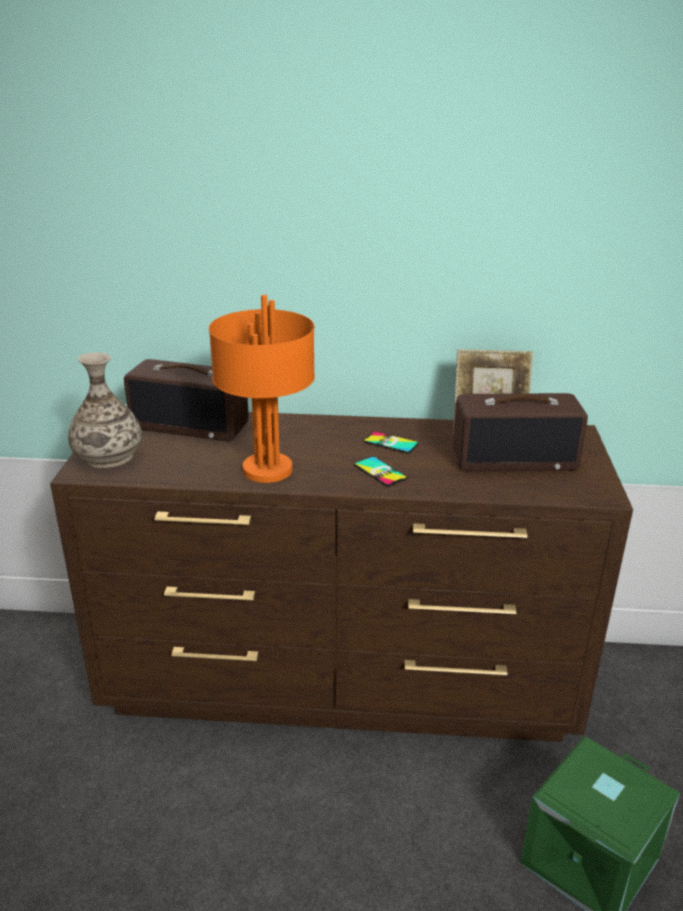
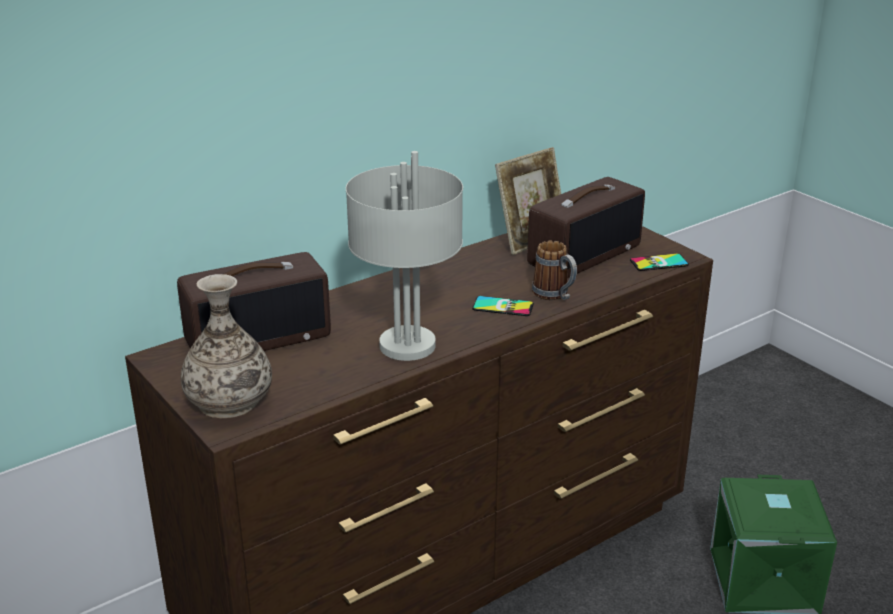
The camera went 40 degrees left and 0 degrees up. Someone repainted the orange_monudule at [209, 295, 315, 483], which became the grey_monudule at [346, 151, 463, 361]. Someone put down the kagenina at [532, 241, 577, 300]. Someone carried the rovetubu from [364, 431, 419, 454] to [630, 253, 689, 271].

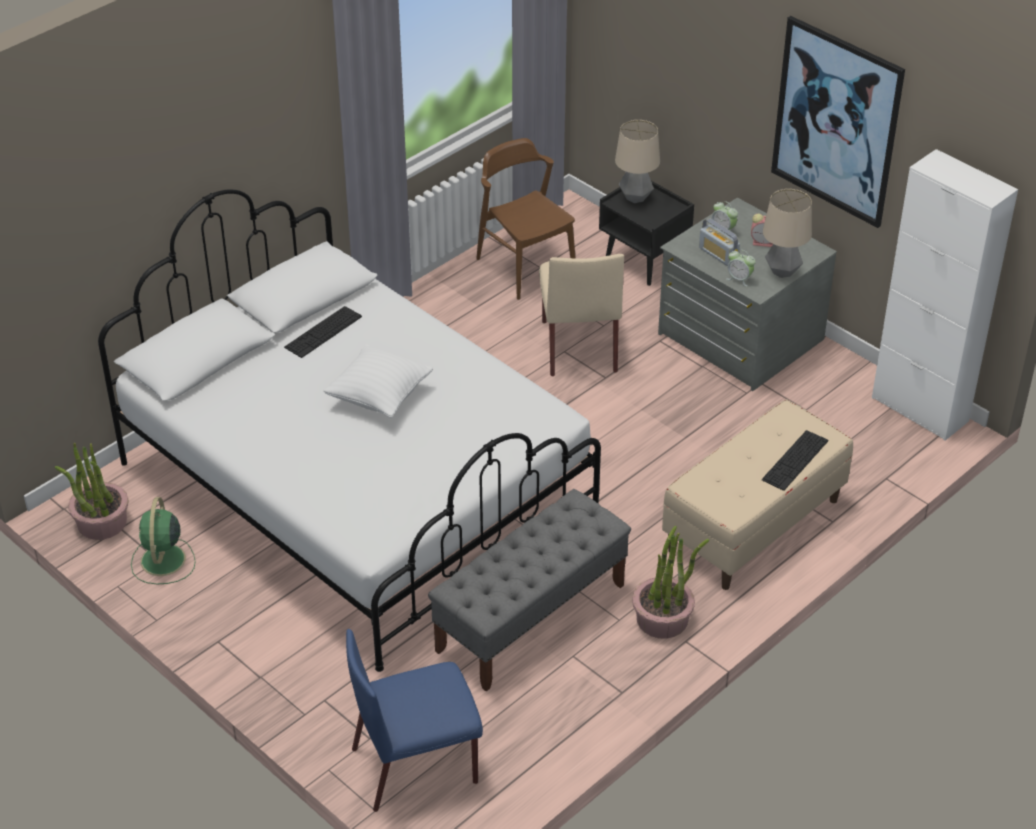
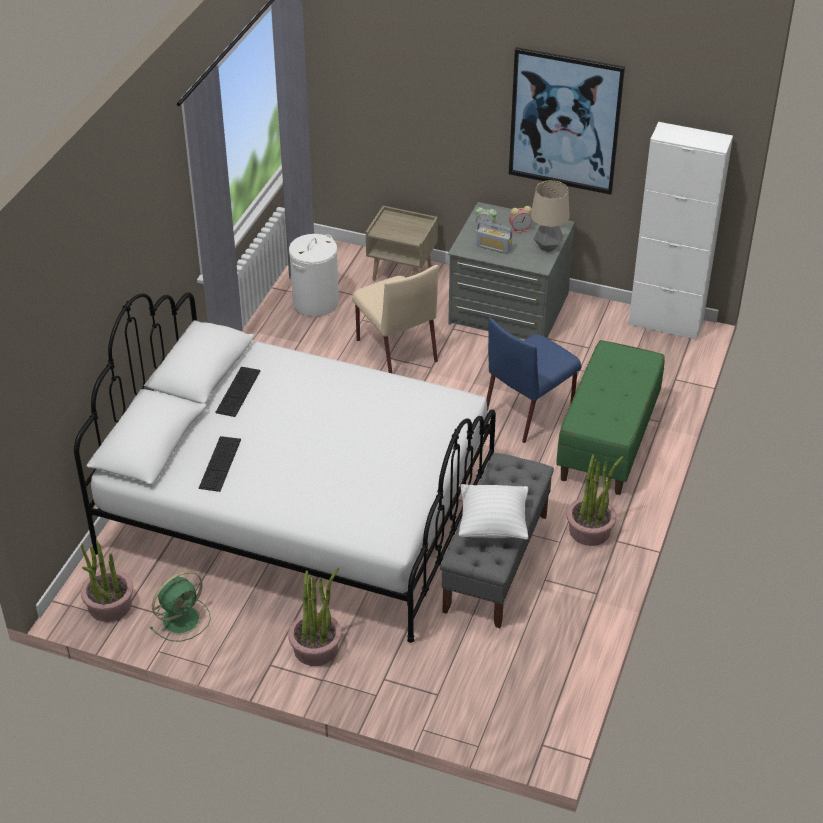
The camera went 25 degrees left and 0 degrees up. Someone rotated the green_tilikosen at [131, 497, 195, 584] by 105 degrees counterclockwise. Someone carried the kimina from [762, 430, 828, 491] to [199, 436, 241, 492]. Someone put down the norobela at [288, 568, 342, 666]. Someone swapped the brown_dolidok at [476, 138, 575, 300] for the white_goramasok at [289, 234, 339, 317]. Someone repainted the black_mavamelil at [599, 181, 694, 286], which became the beige_mavamelil at [366, 206, 438, 281]. Someone carried the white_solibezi from [324, 344, 433, 418] to [459, 484, 528, 540]. Someone carried the blue_dolidok from [346, 629, 483, 812] to [486, 318, 581, 443]. Someone repainted the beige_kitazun at [662, 400, 853, 590], which became the green_kitazun at [556, 340, 665, 495]. Someone took away the monudule at [615, 120, 660, 203]. Someone took away the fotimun at [727, 249, 756, 287].

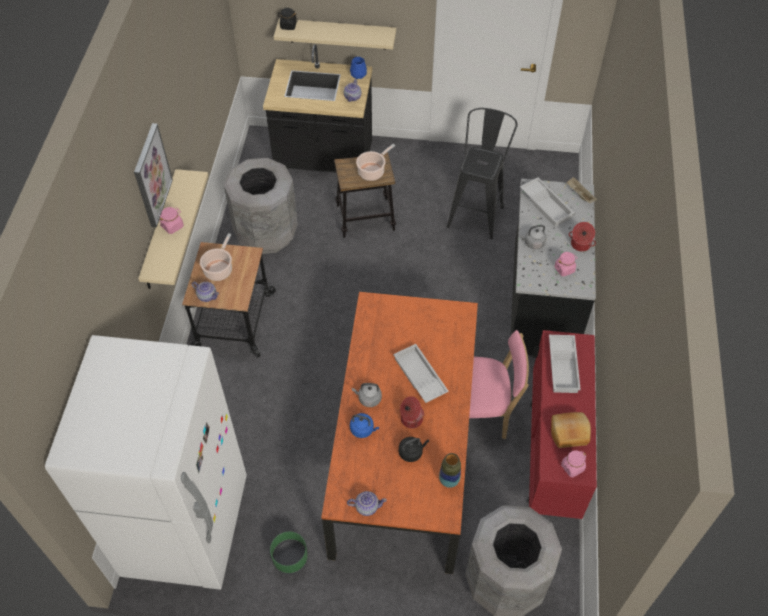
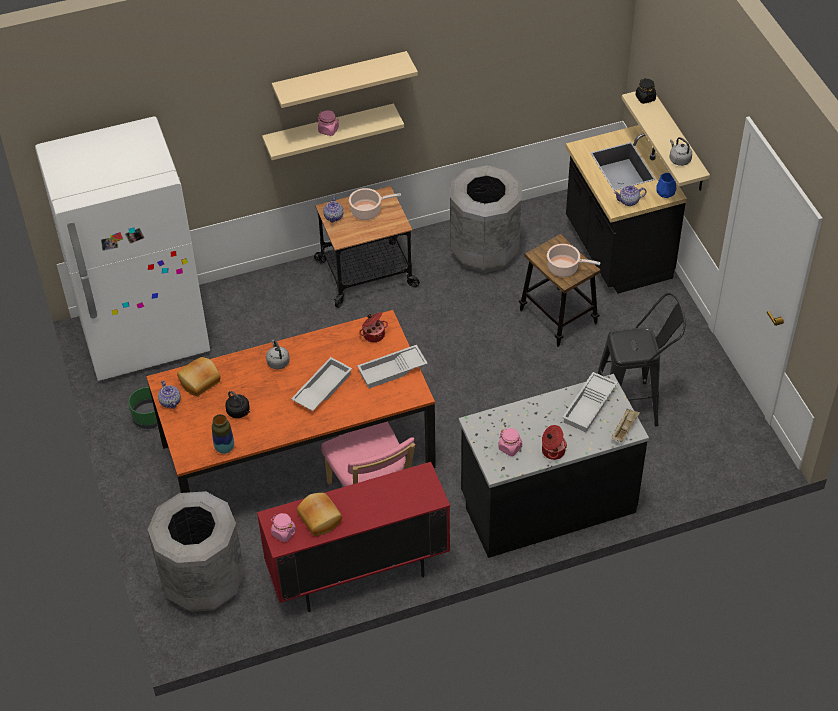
The camera went 65 degrees right and 5 degrees down. Someone put down the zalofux at [177, 357, 221, 397]. Someone swapped the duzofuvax at [134, 123, 173, 228] for the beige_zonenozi at [272, 51, 418, 108]. Someone carried the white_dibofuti from [549, 335, 581, 393] to [357, 345, 428, 389]. Someone carried the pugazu from [400, 396, 424, 429] to [359, 312, 388, 342]. Someone carried the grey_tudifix from [520, 225, 547, 249] to [670, 137, 692, 166]. Someone took away the blue_tudifix at [350, 413, 379, 438].

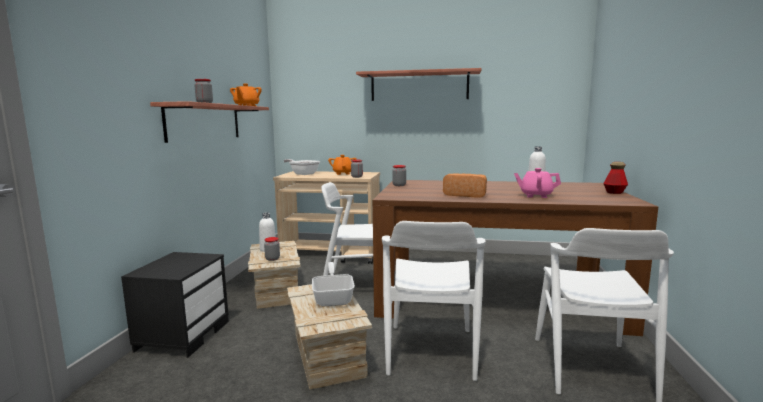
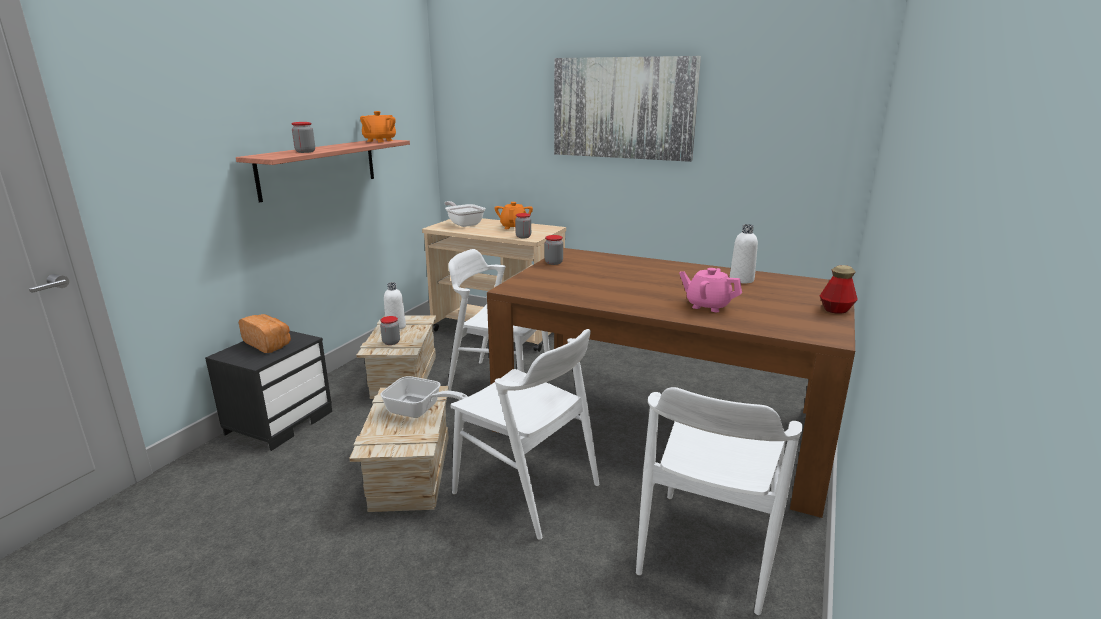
The camera went 15 degrees right and 10 degrees up. Someone carried the zalofux from [443, 173, 487, 198] to [239, 314, 291, 353]. Someone rotated the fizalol at [312, 262, 355, 306] by 105 degrees clockwise. Someone rotated the white_dolidok at [382, 221, 486, 381] by 75 degrees counterclockwise. Someone swapped the zonenozi at [356, 68, 482, 101] for the duzofuvax at [554, 56, 701, 162].

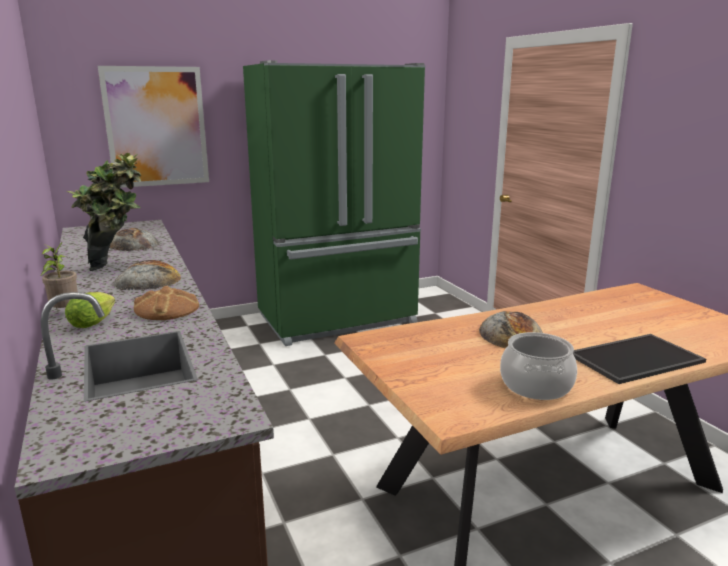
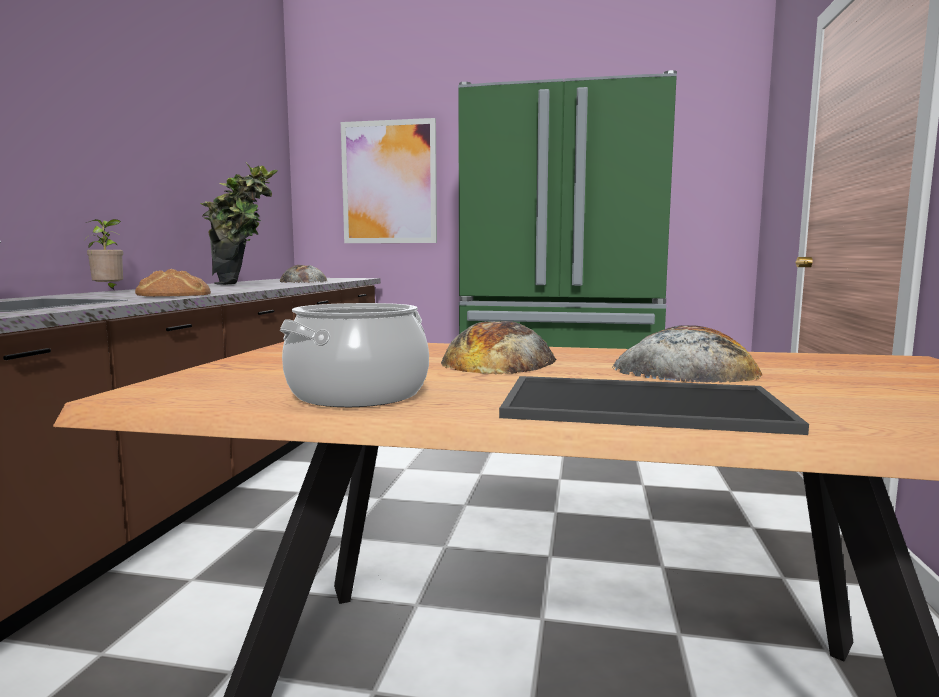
The camera went 35 degrees right and 10 degrees down. Someone carried the zalofux from [113, 260, 181, 290] to [612, 325, 762, 383]. Someone took away the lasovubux at [65, 292, 115, 328].

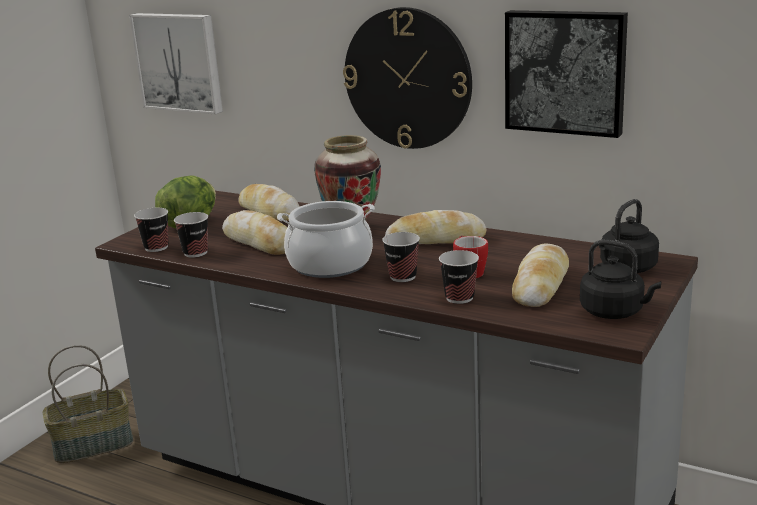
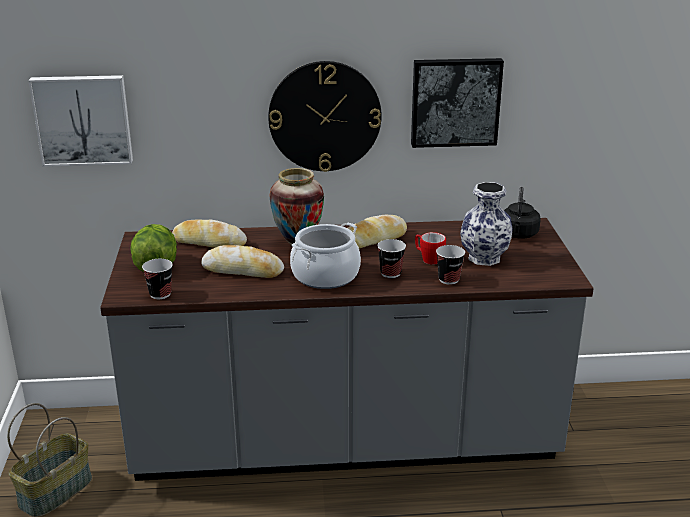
The camera went 35 degrees left and 5 degrees up. Someone swapped the zalofux at [512, 244, 569, 307] for the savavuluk at [460, 182, 513, 266]. Someone took away the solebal at [174, 212, 208, 258]. Someone took away the black_tudifix at [580, 240, 662, 319].

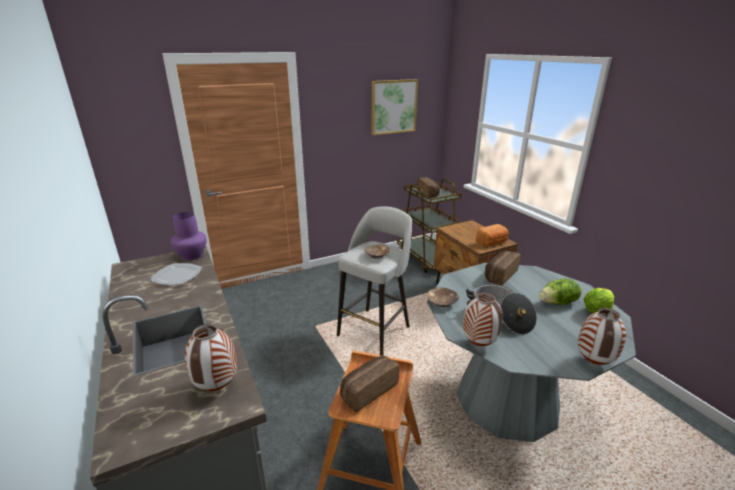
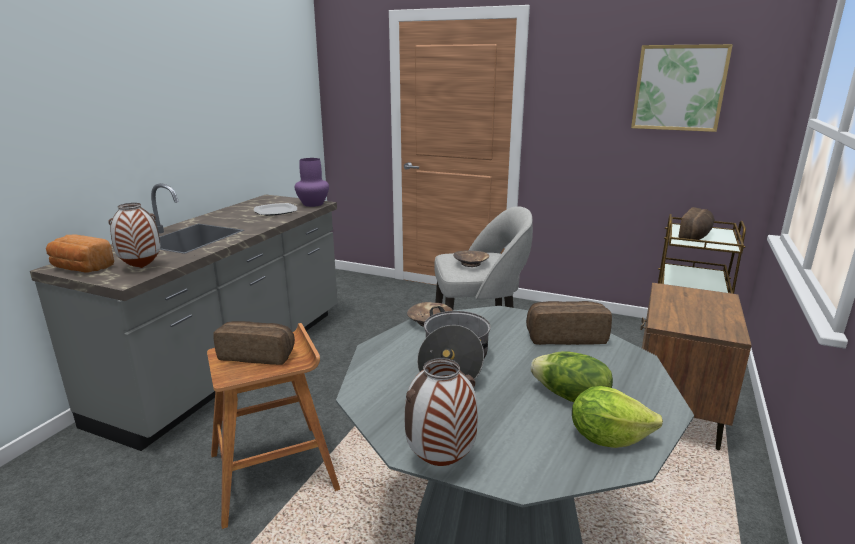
The camera went 50 degrees right and 5 degrees down. Someone carried the zalofux from [476, 224, 509, 246] to [46, 234, 114, 273]. Someone took away the savavuluk at [463, 292, 503, 346].

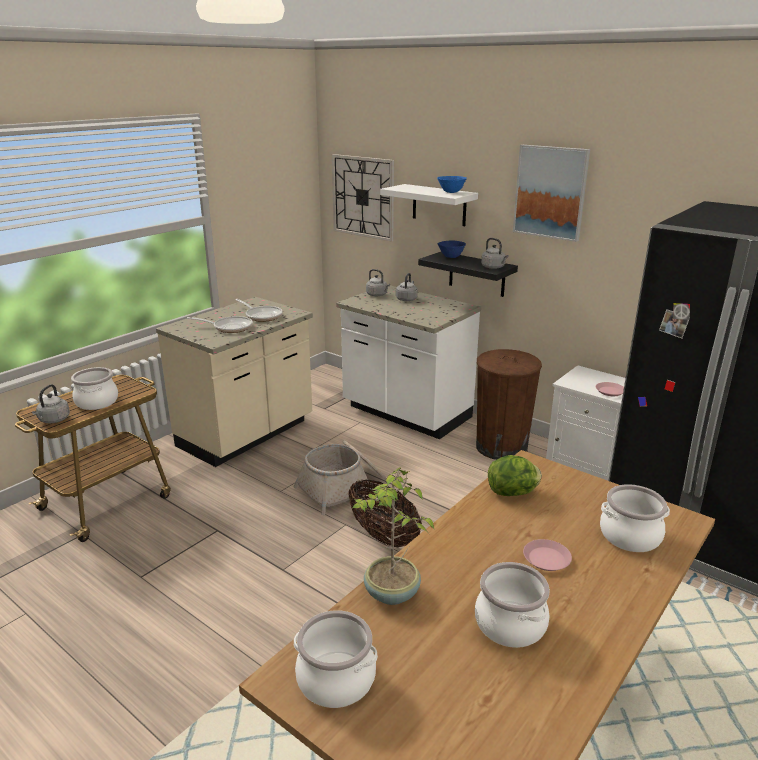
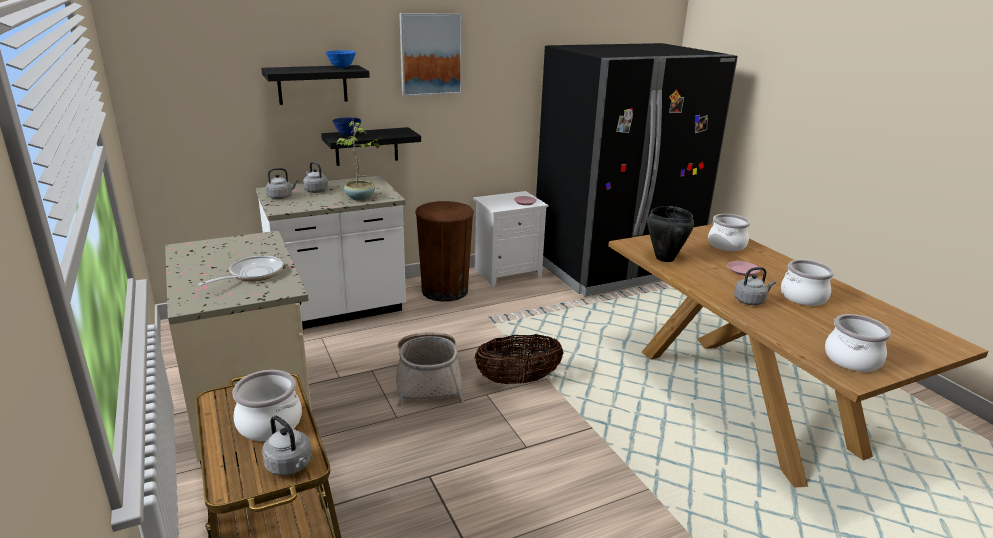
The camera went 65 degrees left and 0 degrees up. Someone repainted the white_zonenozi at [380, 184, 478, 226], which became the black_zonenozi at [261, 65, 370, 105]. Someone carried the norobela from [352, 467, 435, 605] to [337, 121, 384, 201]. Someone swapped the lasovubux at [488, 455, 542, 496] for the black_pugazu at [647, 206, 694, 262]. Someone carried the grey_tudifix from [481, 238, 509, 269] to [734, 267, 776, 305]. Someone took away the fizalol at [235, 299, 283, 322]. Someone took away the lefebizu at [332, 154, 394, 242].

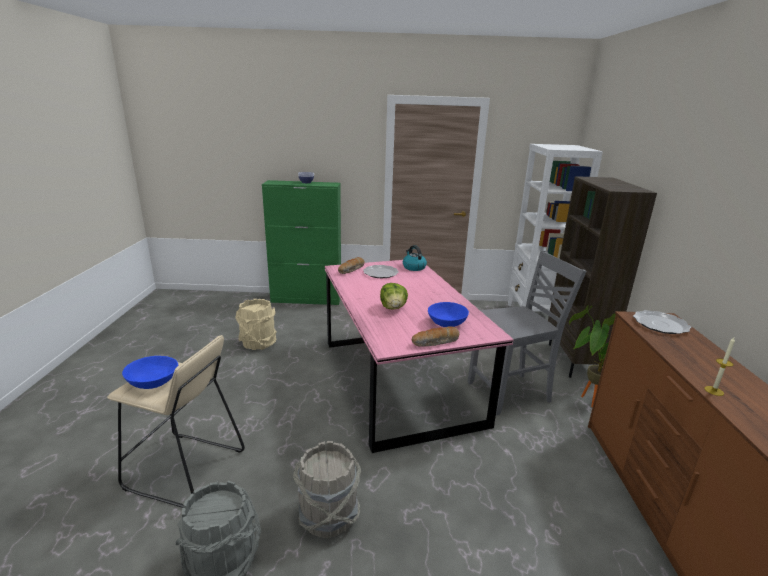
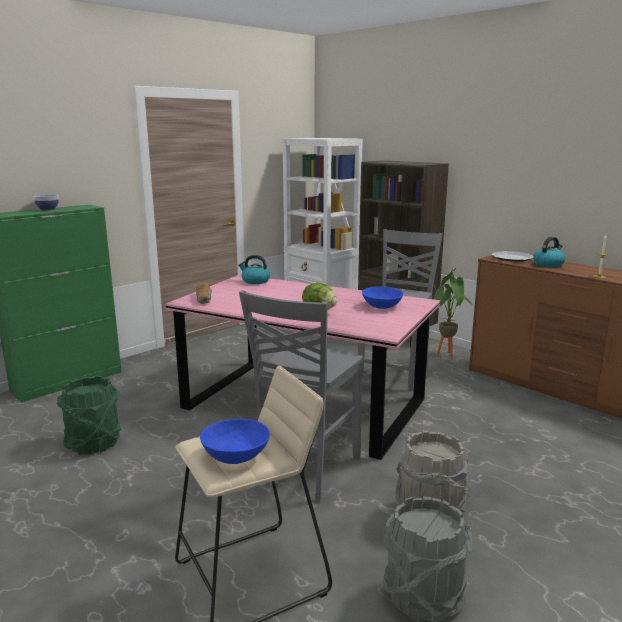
The camera went 45 degrees left and 5 degrees down. Someone repainted the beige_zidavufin at [235, 299, 277, 350], which became the green_zidavufin at [57, 375, 121, 455]. Someone put down the grey_dolidok at [239, 291, 363, 502]. Someone put down the tudifix at [533, 237, 565, 268]. Someone took away the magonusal at [363, 265, 399, 278]. Someone took away the zalofux at [412, 327, 460, 347].

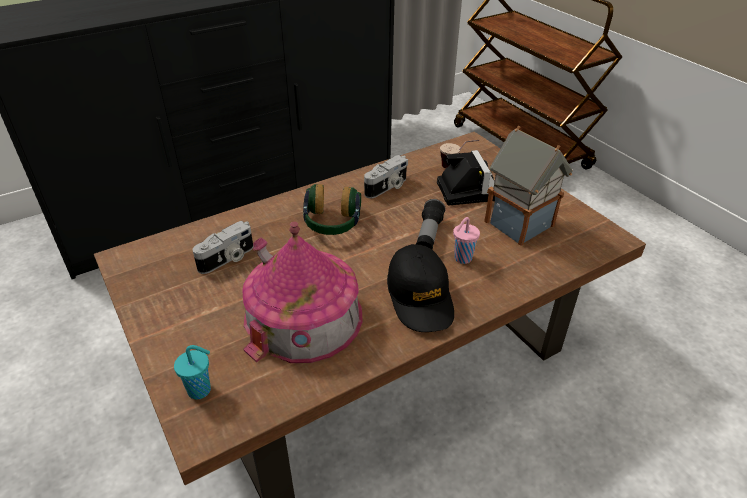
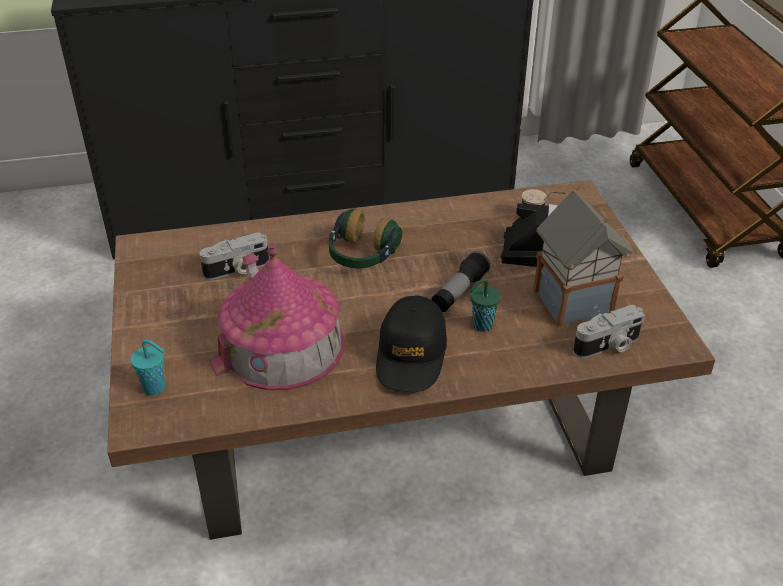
The camera went 20 degrees right and 0 degrees up. Someone repainted the pink_solebal at [453, 217, 480, 264], which became the green_solebal at [469, 278, 501, 332]. Someone carried the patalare from [364, 155, 408, 198] to [573, 305, 645, 358].

